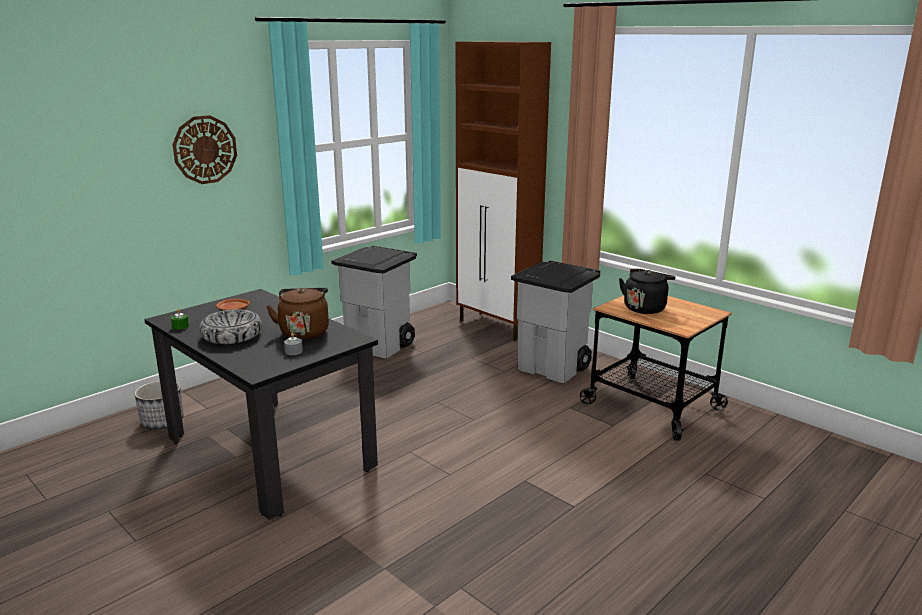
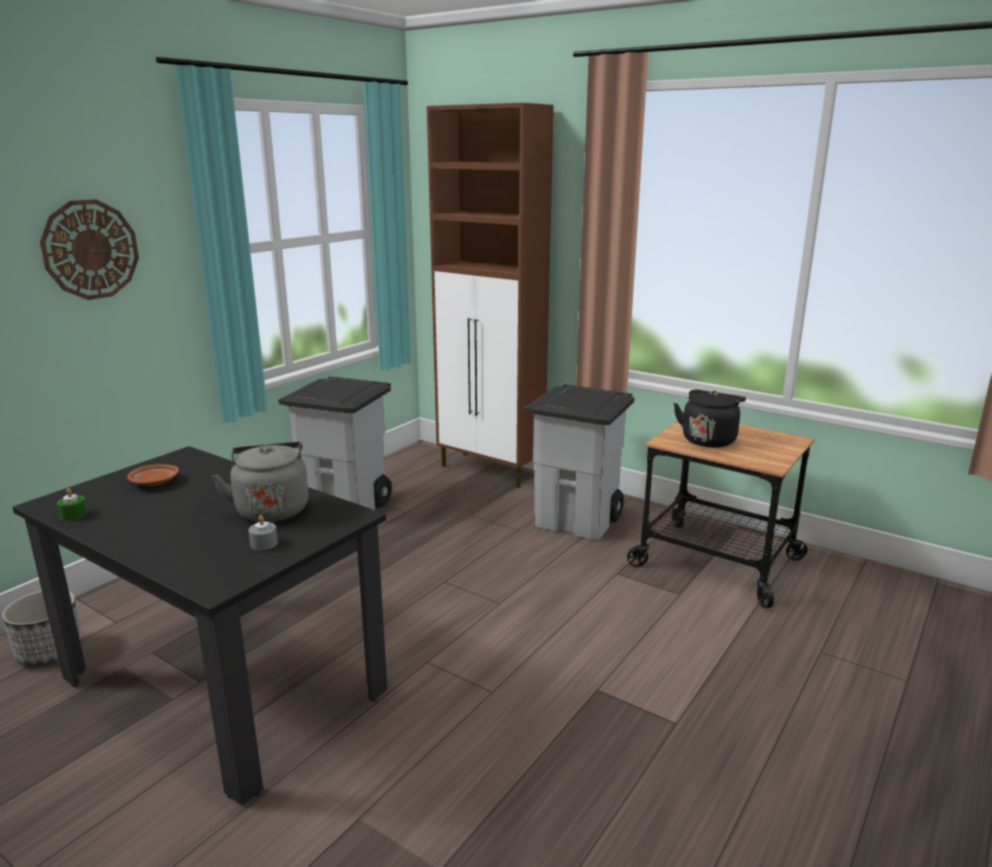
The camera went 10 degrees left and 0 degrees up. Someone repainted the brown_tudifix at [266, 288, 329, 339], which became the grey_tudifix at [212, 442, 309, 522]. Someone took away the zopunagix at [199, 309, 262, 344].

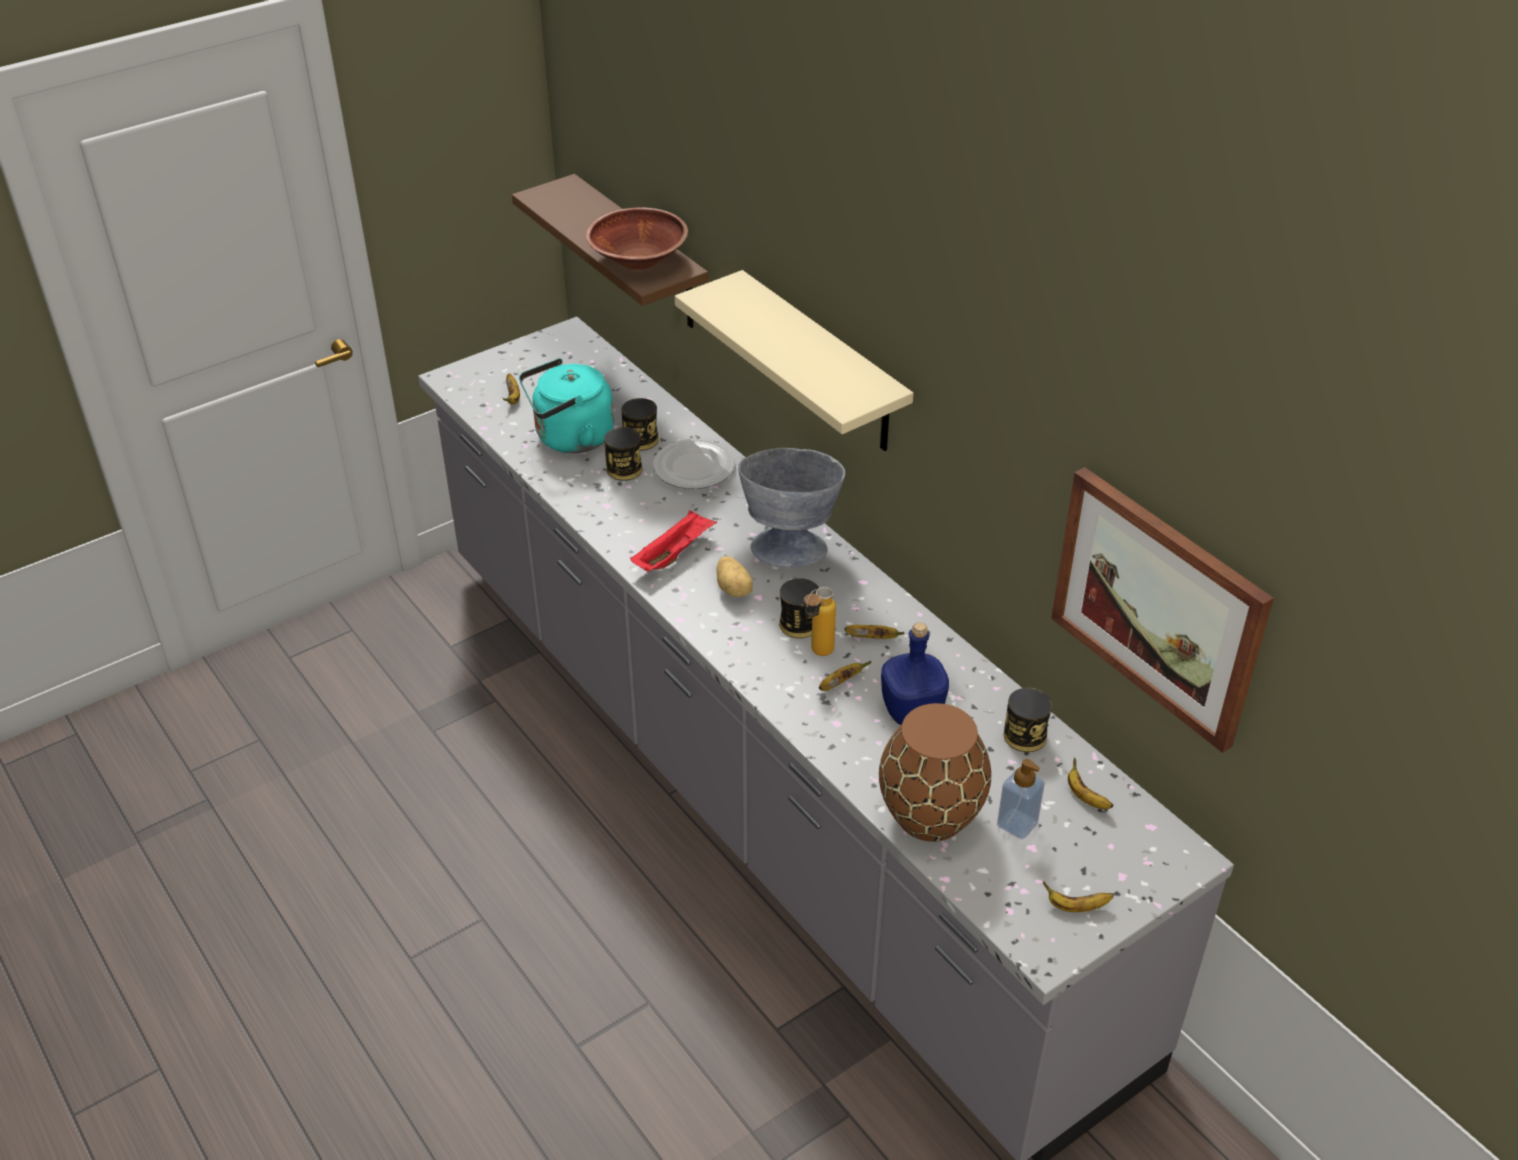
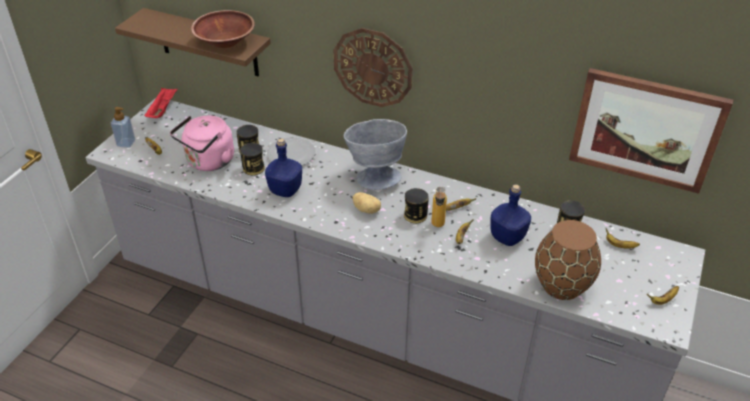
The camera went 30 degrees left and 0 degrees up. Someone carried the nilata from [997, 759, 1045, 839] to [111, 107, 135, 148]. Someone carried the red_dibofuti from [630, 510, 717, 572] to [144, 87, 178, 118]. Someone repainted the turquoise_tudifix at [519, 358, 614, 453], which became the pink_tudifix at [170, 115, 234, 171]. Someone put down the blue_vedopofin at [265, 139, 302, 197]. Someone swapped the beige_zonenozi at [675, 270, 914, 451] for the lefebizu at [333, 28, 412, 107].

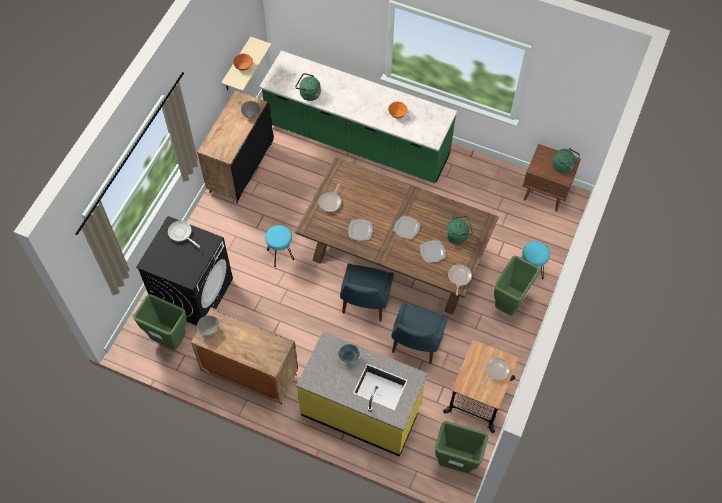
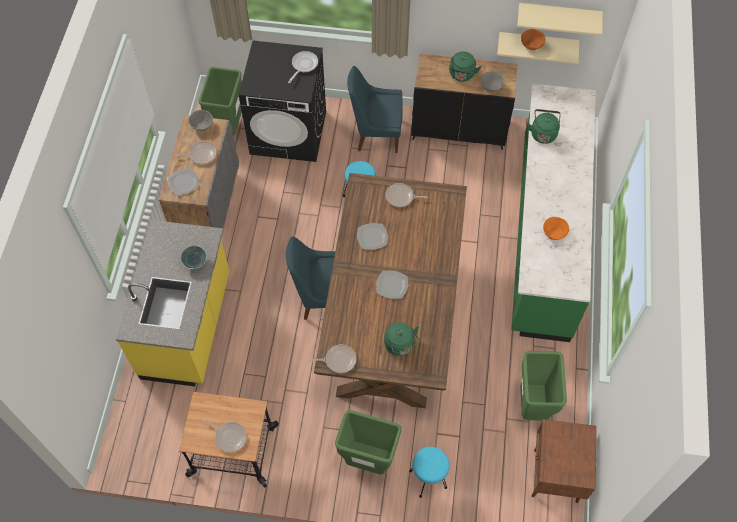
The camera went 75 degrees right and 0 degrees up. Someone carried the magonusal from [420, 240, 446, 262] to [167, 168, 200, 196]. Someone put down the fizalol at [175, 141, 217, 165]. Someone carried the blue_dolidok from [392, 303, 448, 364] to [347, 66, 403, 153]. Someone carried the green_tudifix from [552, 147, 580, 173] to [449, 51, 482, 81]. Someone put up the beige_zonenozi at [517, 3, 603, 36]. Someone carried the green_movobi from [435, 421, 488, 474] to [520, 351, 567, 421].

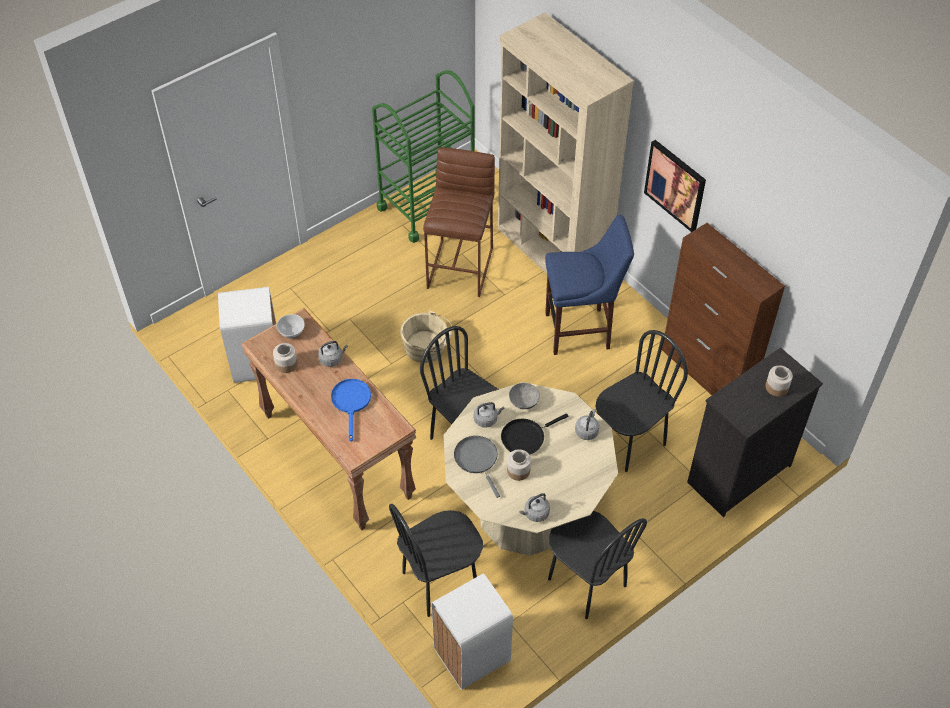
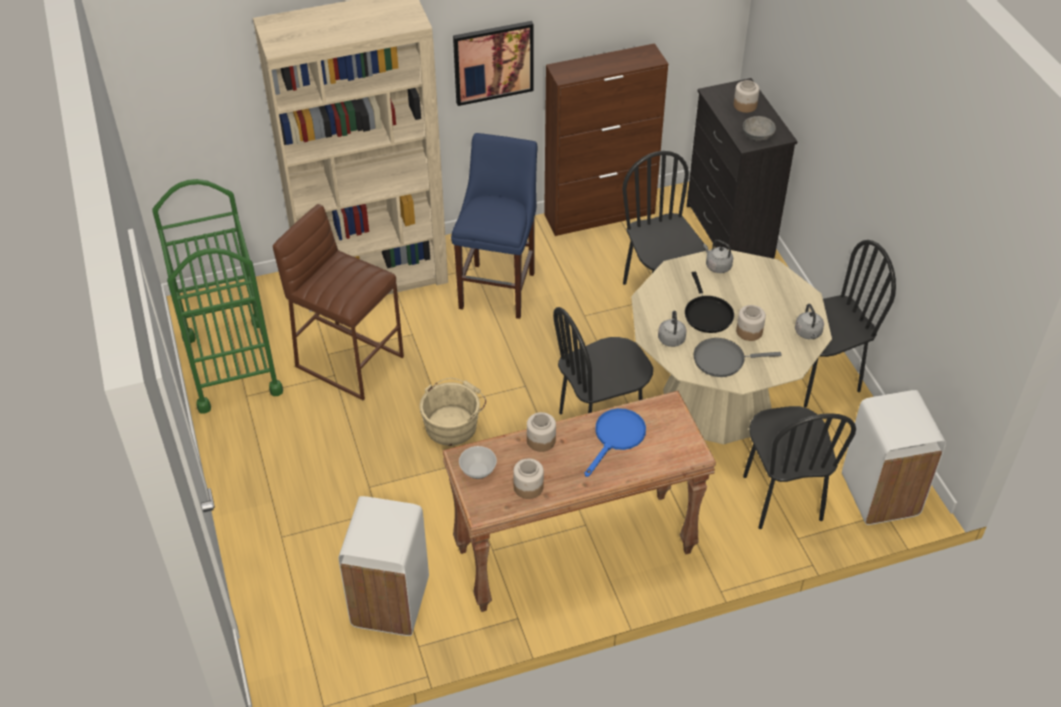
The camera went 70 degrees left and 5 degrees down. Someone swapped the grey_tudifix at [318, 341, 348, 367] for the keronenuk at [527, 412, 556, 452]. Someone rotated the blue_fizalol at [331, 379, 371, 442] by 105 degrees clockwise. Someone carried the grey_zopunagix from [509, 383, 540, 409] to [743, 116, 776, 141].

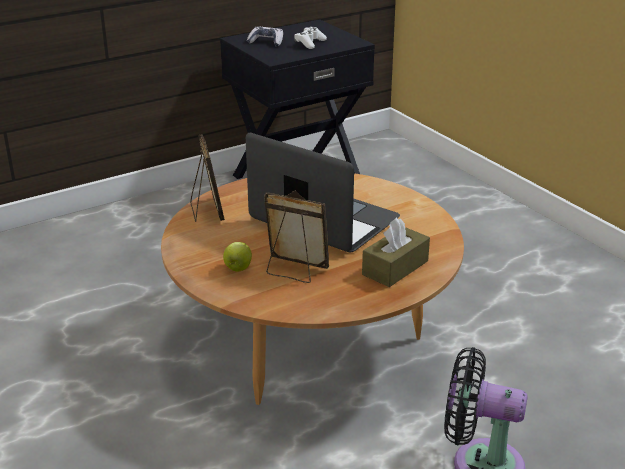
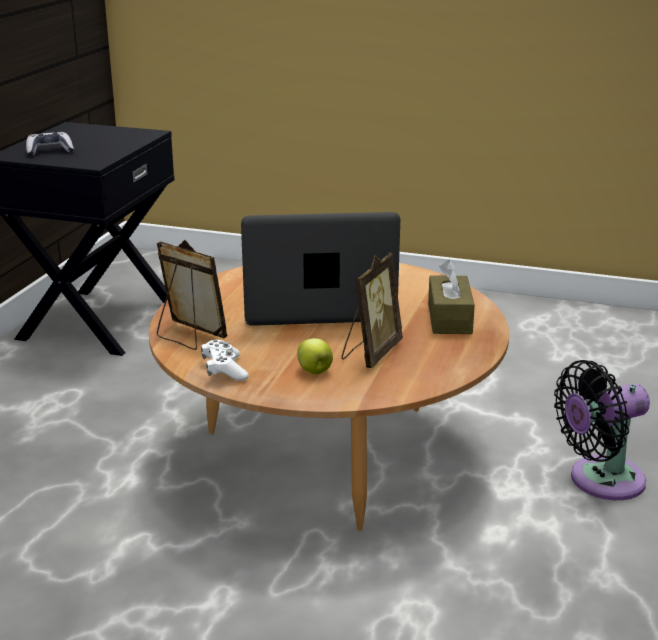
The camera went 40 degrees left and 5 degrees down. Someone carried the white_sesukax from [294, 27, 327, 49] to [201, 340, 249, 381]. Someone rotated the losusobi at [264, 190, 329, 283] by 135 degrees clockwise.

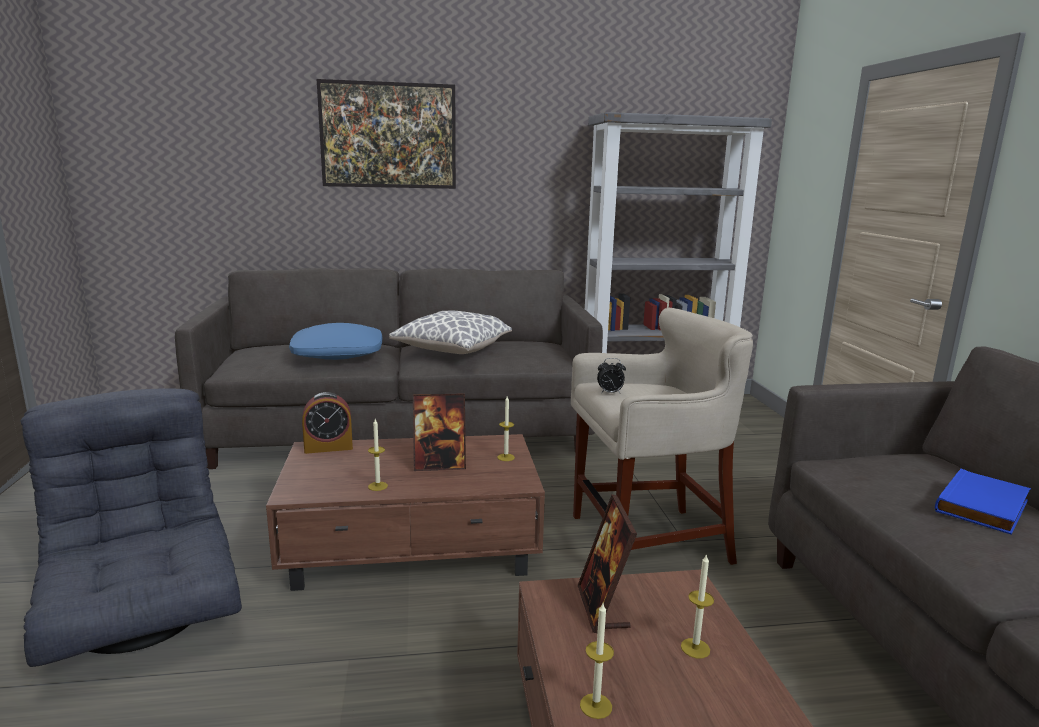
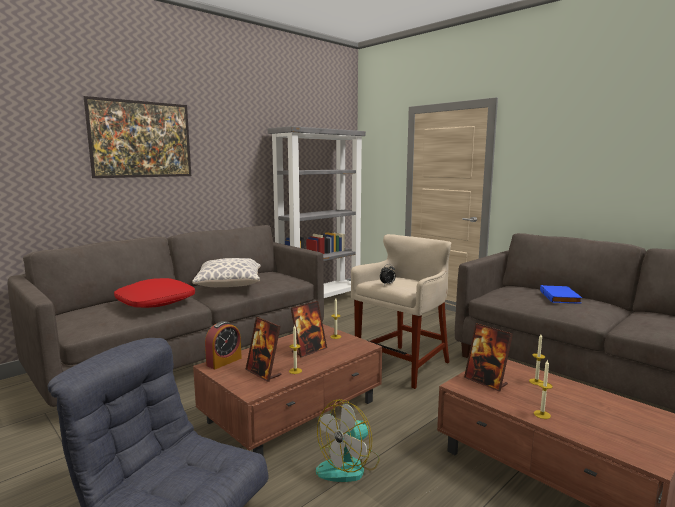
The camera went 35 degrees left and 5 degrees down. Someone repainted the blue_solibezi at [289, 323, 382, 360], which became the red_solibezi at [114, 278, 195, 308]. Someone put down the losusobi at [246, 317, 282, 382]. Someone put down the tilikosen at [316, 399, 379, 482].

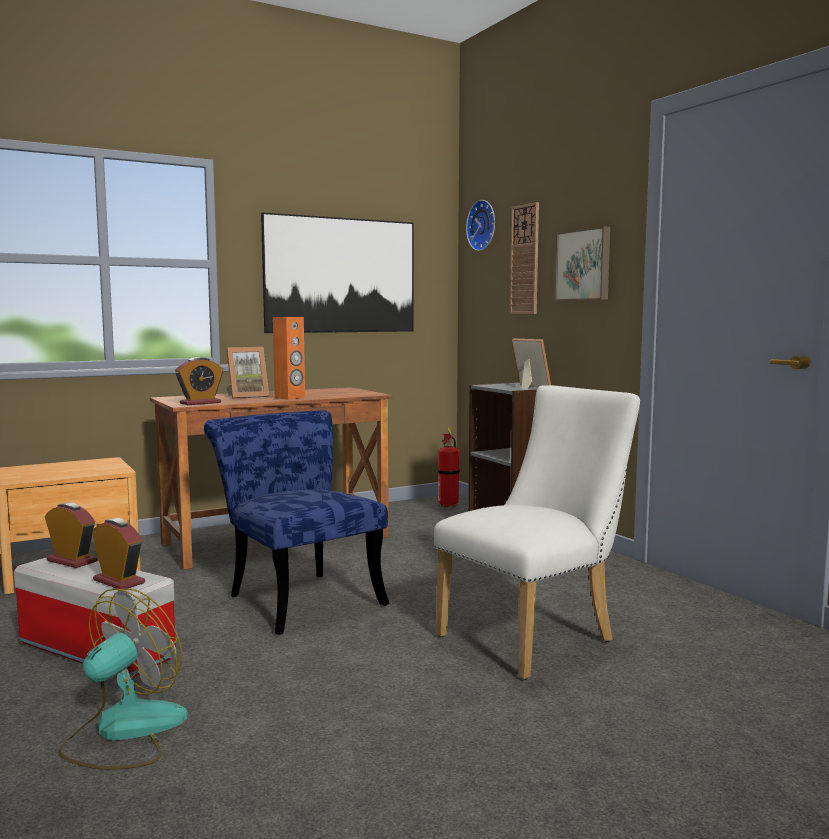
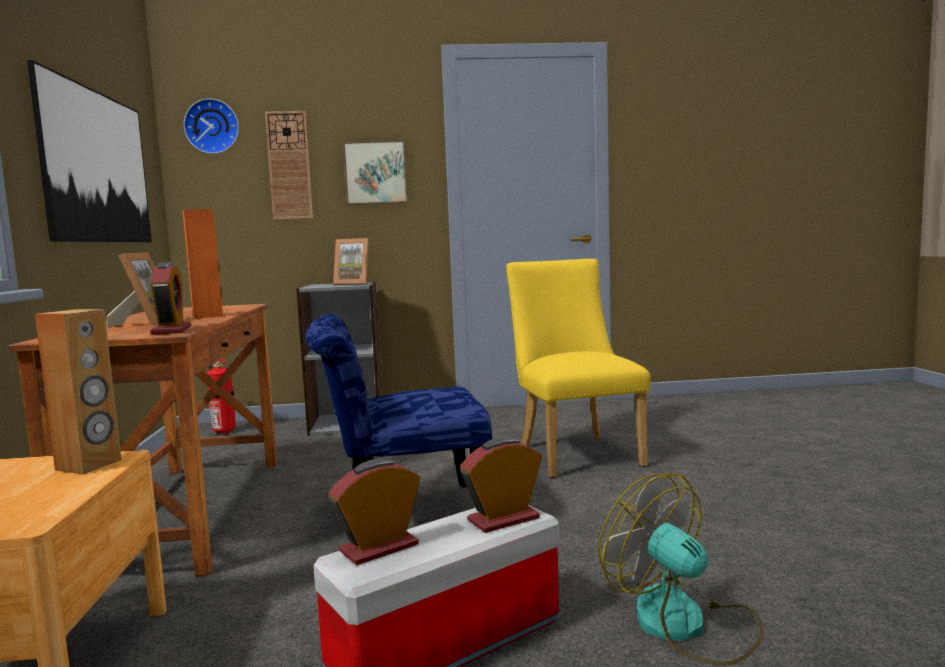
The camera went 65 degrees left and 0 degrees up. Someone put down the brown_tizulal at [35, 309, 122, 474]. Someone rotated the losusobi at [512, 339, 551, 389] by 150 degrees counterclockwise. Someone repainted the white_dolidok at [434, 385, 640, 680], which became the yellow_dolidok at [506, 259, 651, 478].

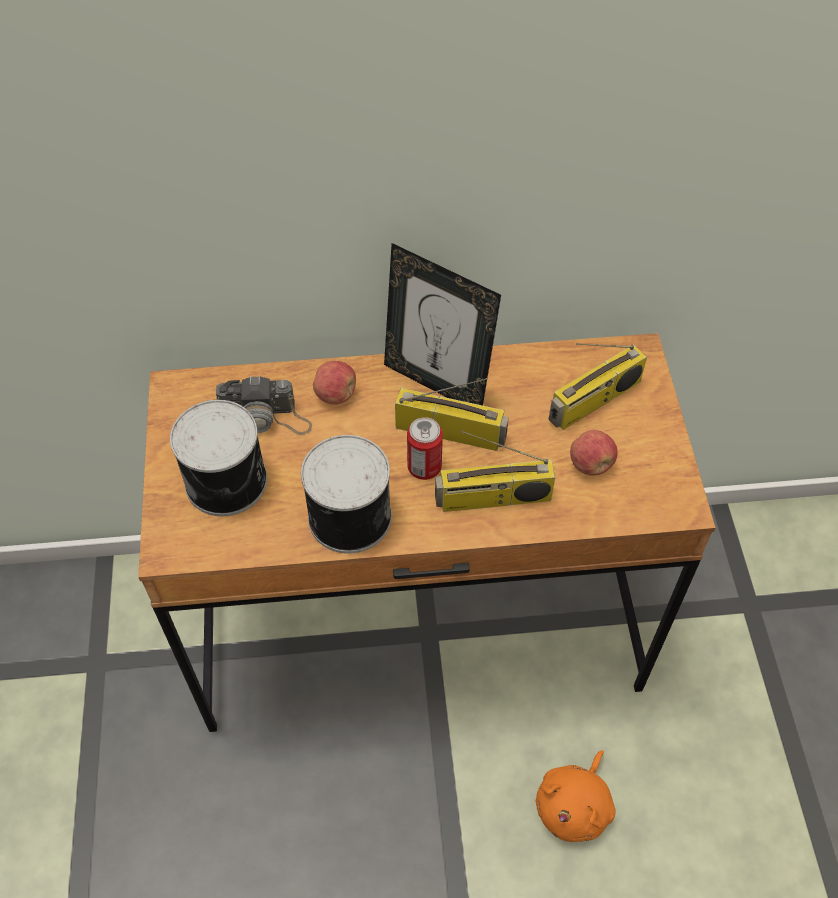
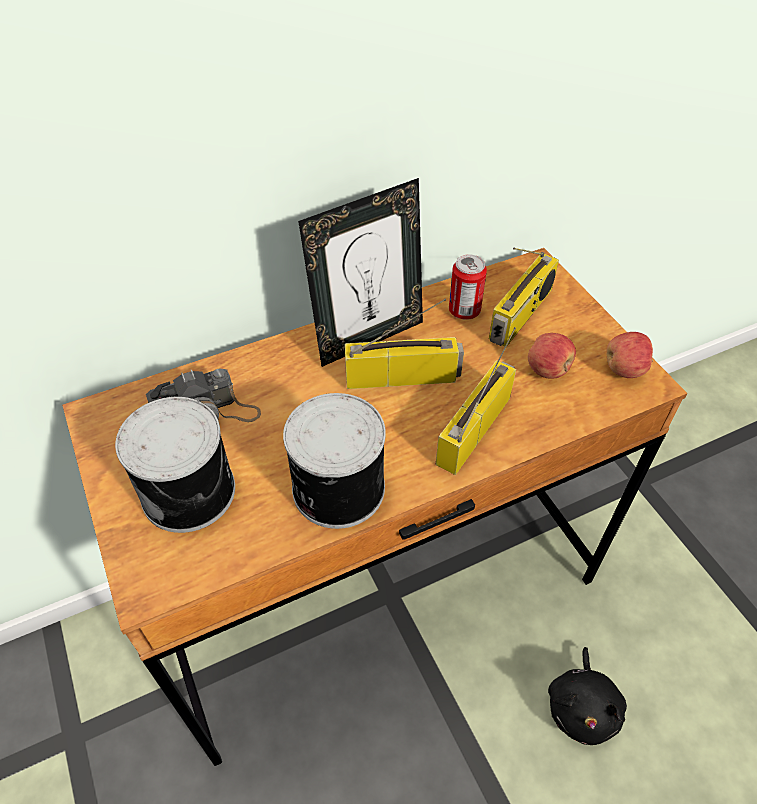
The camera went 20 degrees left and 5 degrees down. Someone rotated the losusobi at [384, 243, 501, 406] by 45 degrees counterclockwise. Someone rotated the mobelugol at [435, 430, 555, 512] by 150 degrees clockwise. Someone carried the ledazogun from [407, 417, 443, 480] to [449, 255, 487, 320]. Someone repainted the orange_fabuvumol at [535, 751, 616, 842], which became the black_fabuvumol at [548, 647, 627, 745]. Someone carried the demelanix from [313, 361, 356, 405] to [607, 332, 653, 378].

